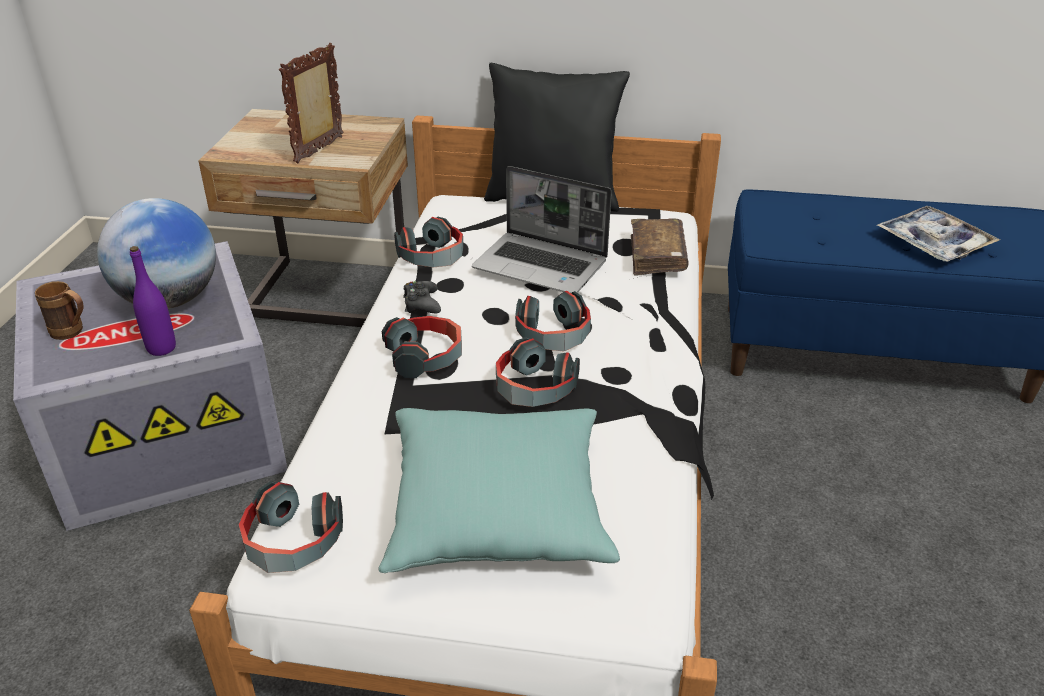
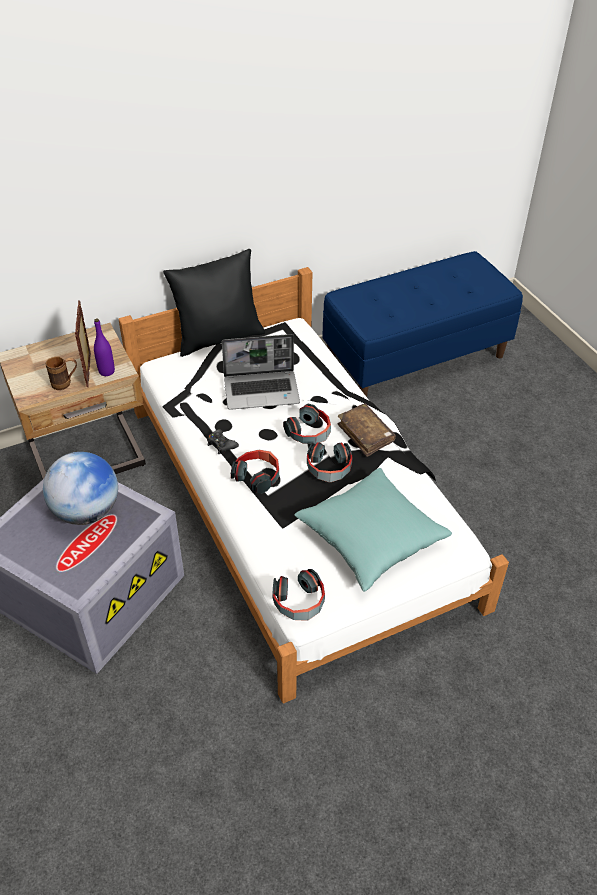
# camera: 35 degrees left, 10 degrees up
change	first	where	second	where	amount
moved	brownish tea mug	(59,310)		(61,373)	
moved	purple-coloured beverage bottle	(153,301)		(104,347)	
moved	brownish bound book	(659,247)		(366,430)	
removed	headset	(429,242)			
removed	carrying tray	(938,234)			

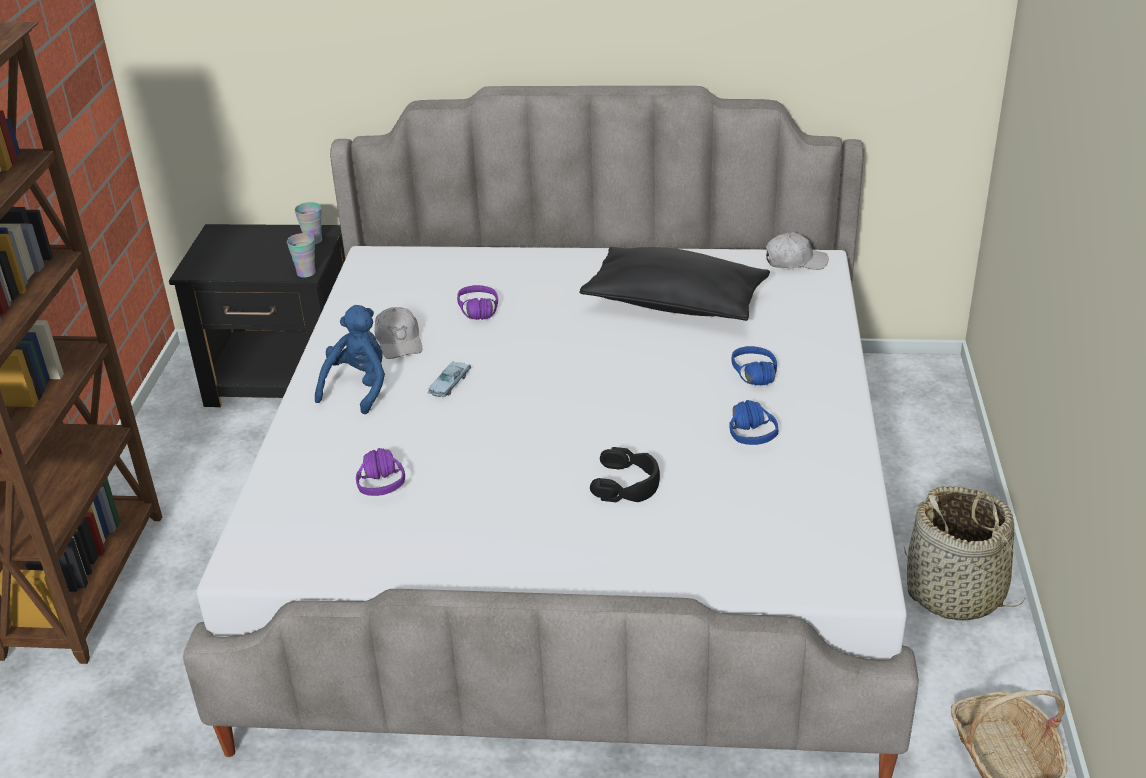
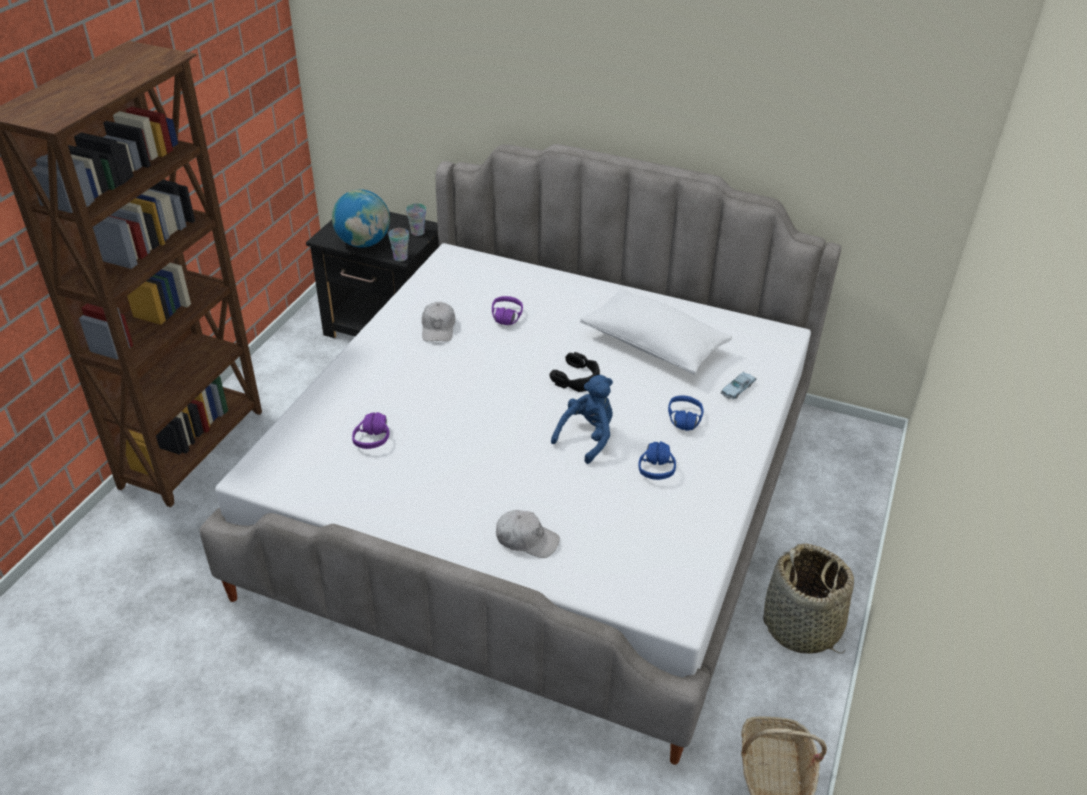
# camera: 15 degrees right, 5 degrees up
change	first	where	second	where	amount
added			world globe	(361,219)	
moved	white cap	(797,251)		(528,534)	
moved	blackish headset	(625,474)		(575,372)	
moved	blue-coloured plush toy	(350,360)		(582,419)	
recoloured	blackish pillow	(674,284)	white pillow	(656,331)	
moved	blue-coloured miniature car	(449,379)		(738,385)	

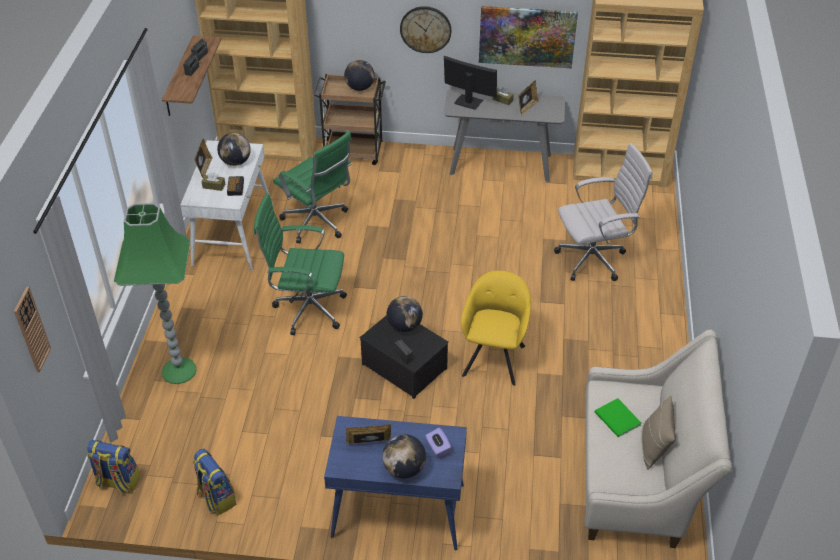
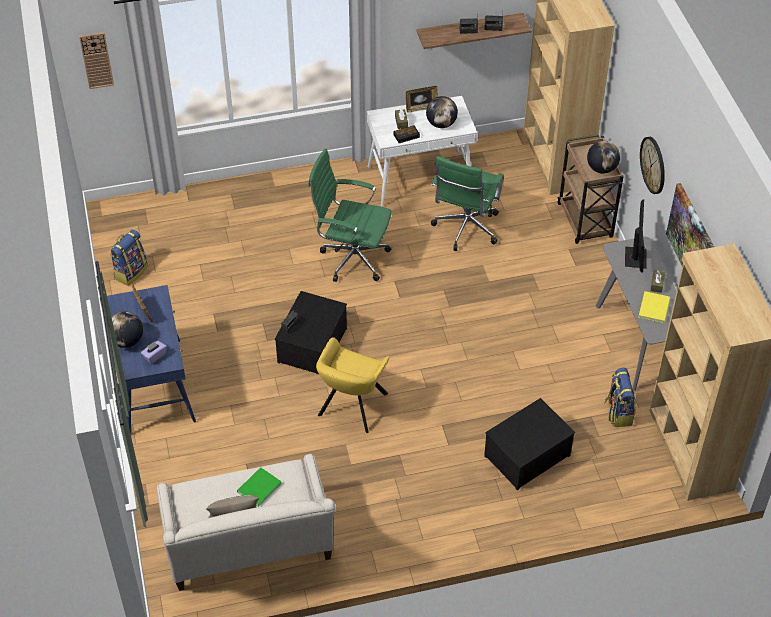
# camera: 70 degrees right, 5 degrees up
change	first	where	second	where	amount
turned	greenish desk chair	(300,264)		(350,215)	60 degrees counterclockwise
turned	yellow easy chair	(496,328)		(353,385)	120 degrees clockwise
replaced	white desk chair	(603,212)	storage container	(529,444)	
moved	knapsack	(114,467)		(620,397)	
replaced	standing frame	(528,98)	yellow bound book	(654,307)	
removed	greenish standing lamp	(155,293)			
removed	world globe	(405,314)			

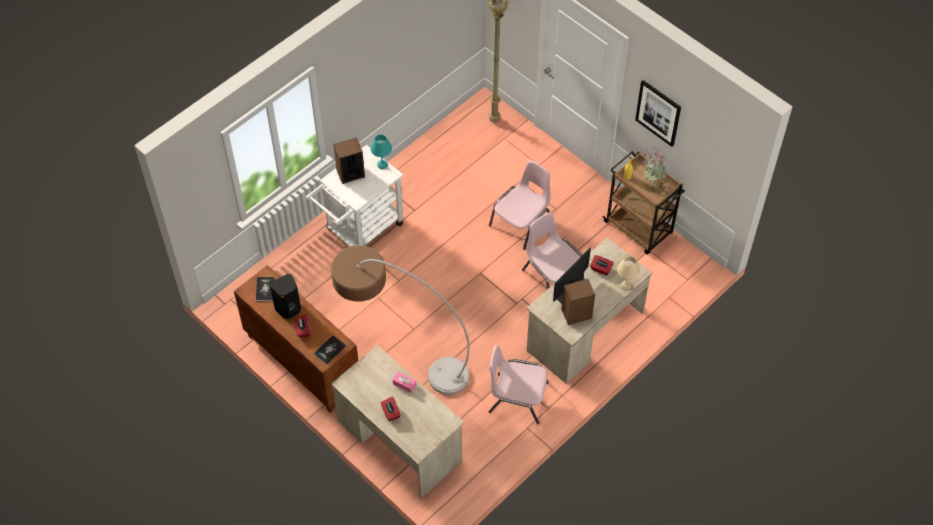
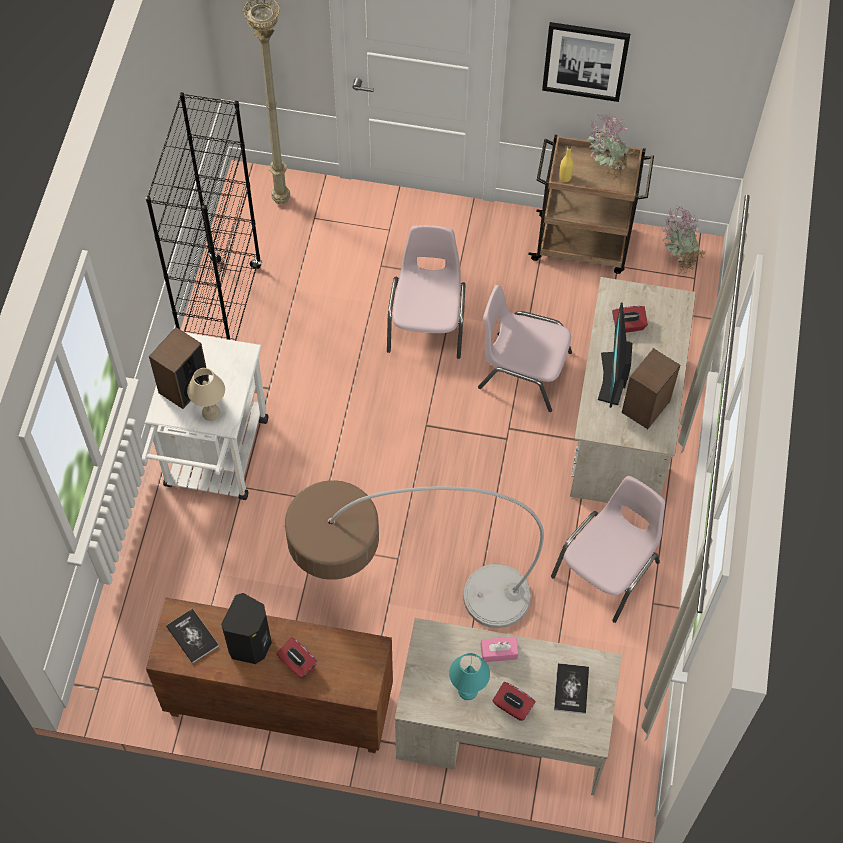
# camera: 35 degrees left, 5 degrees up
change	first	where	second	where	amount
added			blackish bookshelf	(204,216)	
moved	beige-coloured table lamp	(628,273)		(206,394)	
moved	turquoise-coloured table lamp	(381,151)		(469,676)	
turned	pink-coloured upright chair	(519,385)		(608,549)	150 degrees clockwise
moved	bound book	(329,350)		(571,688)	
added			plant in a pot	(684,240)	

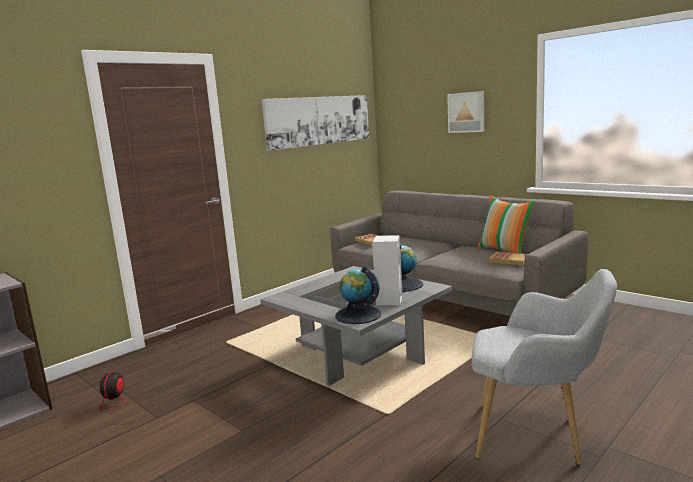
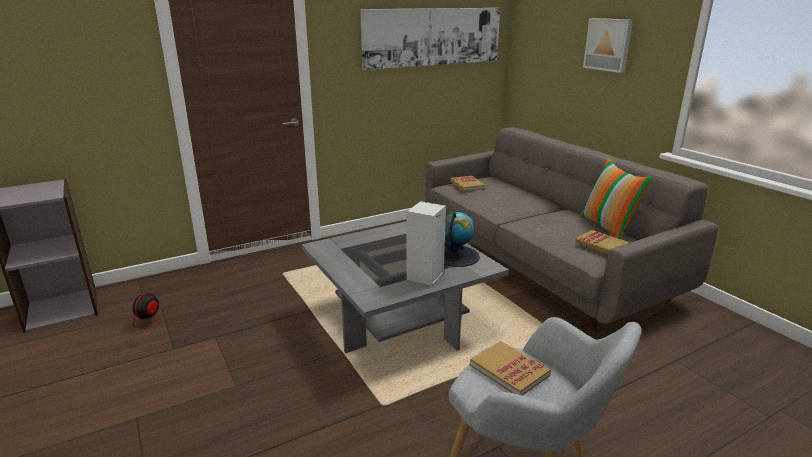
# camera: 15 degrees right, 10 degrees up
change	first	where	second	where	amount
added			bound book	(510,368)	
removed	world globe	(358,295)			

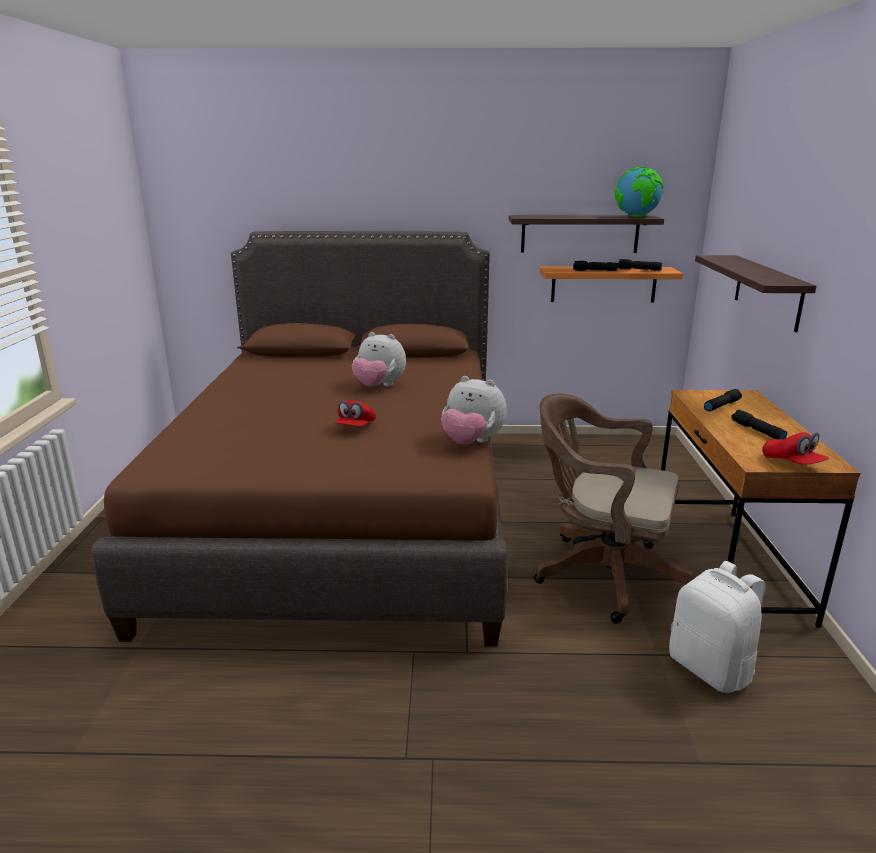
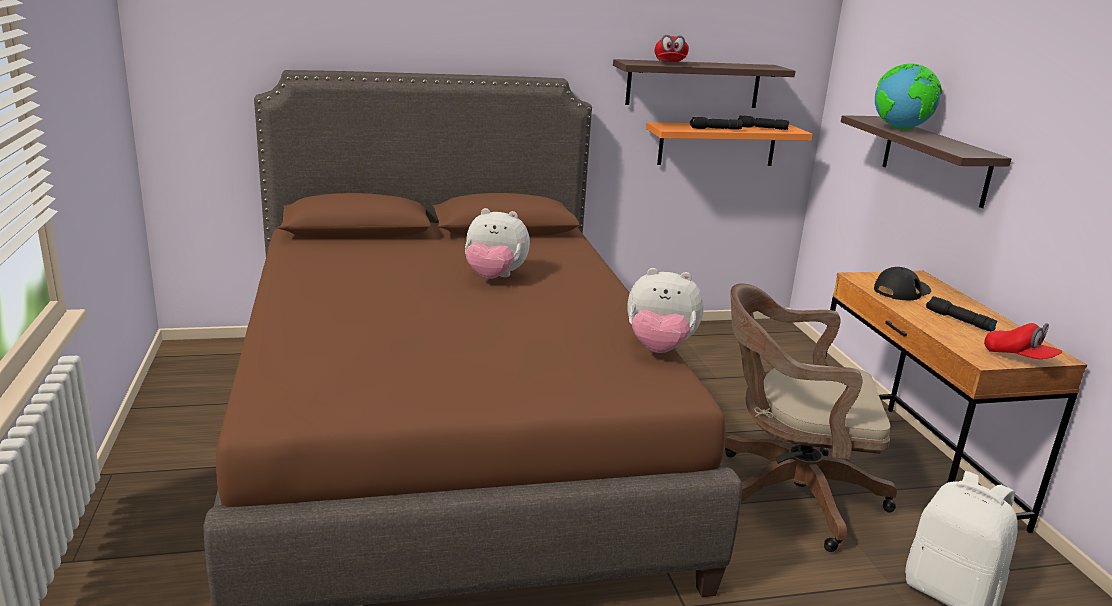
# camera: 15 degrees left, 0 degrees up
change	first	where	second	where	amount
moved	reddish cap	(355,413)		(672,48)	
replaced	blackish torch	(723,400)	blackish cap	(902,283)	
moved	world globe	(639,192)		(908,97)	

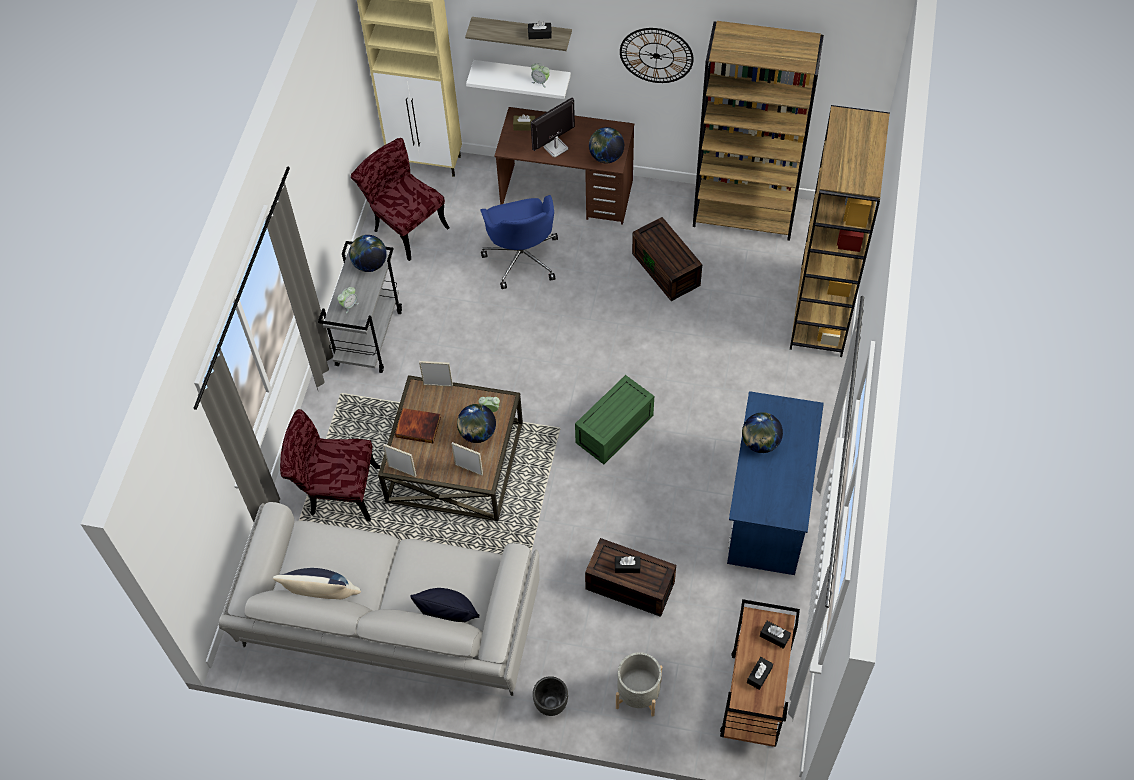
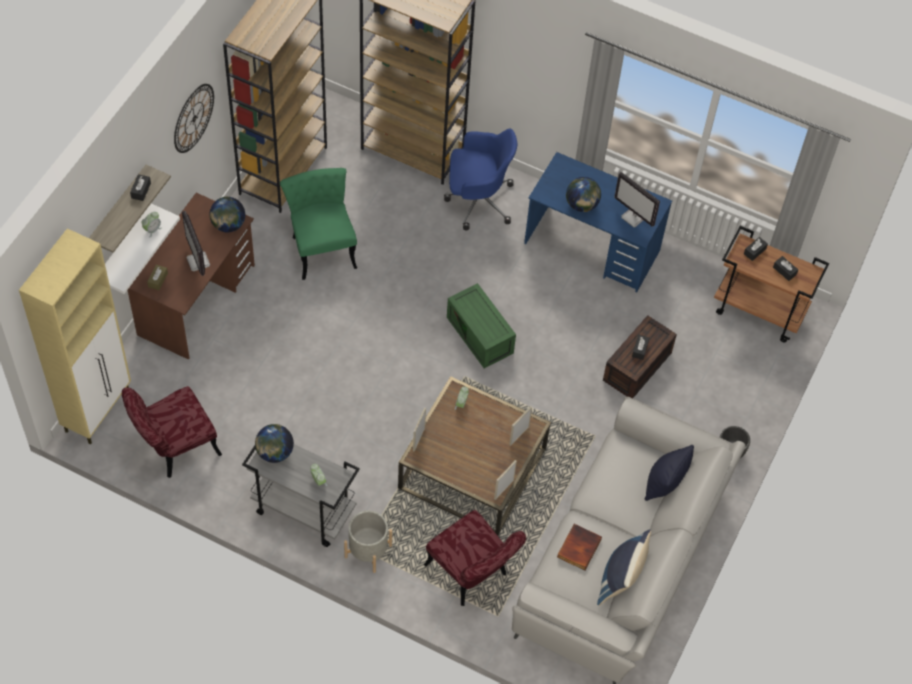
# camera: 80 degrees left, 0 degrees up
change	first	where	second	where	amount
replaced	brownish storage container	(667,259)	greenish upright chair	(318,224)	
moved	grey flower pot	(639,684)		(368,542)	
turned	reddish upright chair	(330,465)		(475,558)	60 degrees counterclockwise
moved	blue-coloured desk chair	(519,242)		(480,179)	
moved	bound book	(418,425)		(579,547)	
added			computer screen	(637,199)	
removed	world globe	(476,423)			

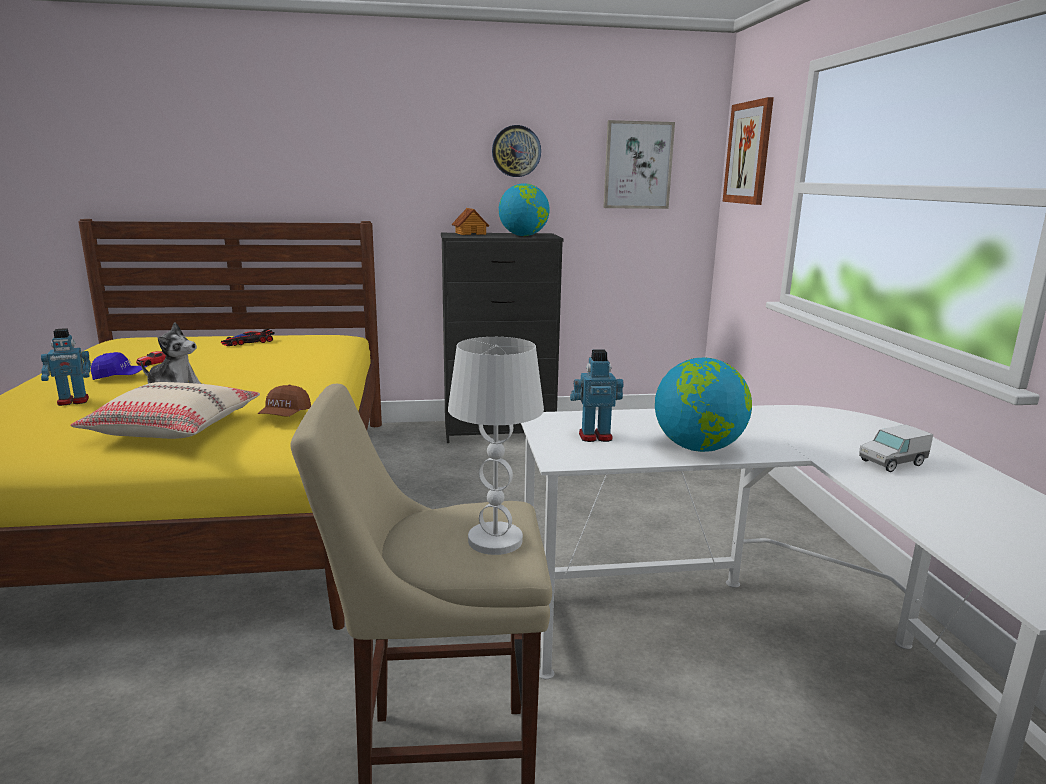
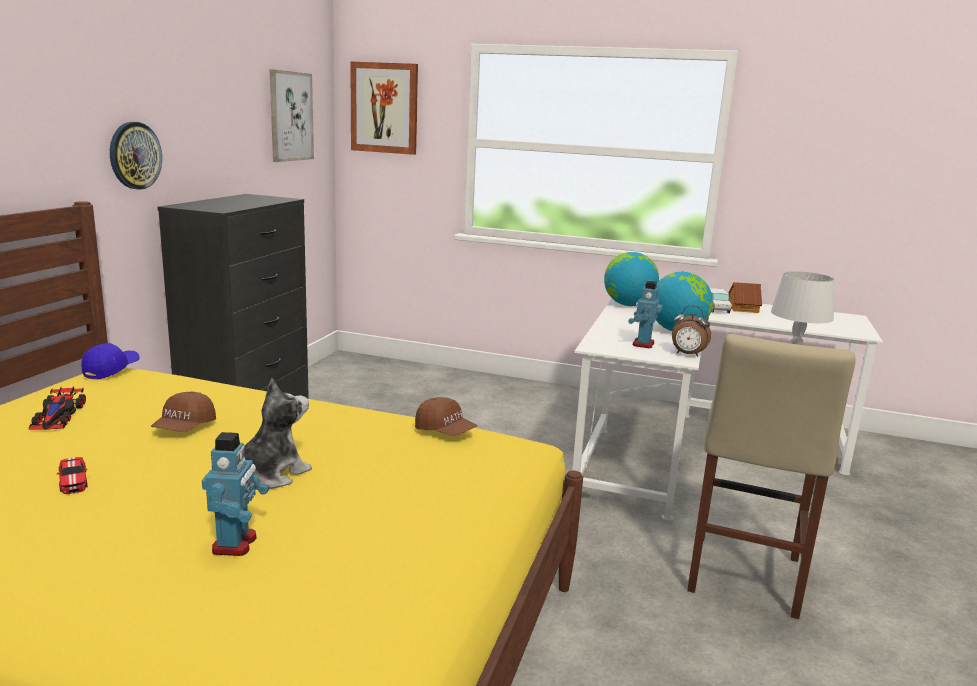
# camera: 65 degrees left, 0 degrees up
change	first	where	second	where	amount
moved	blue-coloured cap	(119,366)		(110,361)	
moved	wall clock	(516,151)		(136,156)	
added			brownish cap	(183,411)	
moved	world globe	(524,209)		(631,279)	
added			table clock	(691,331)	
moved	model house	(470,221)		(745,297)	
removed	beige-coloured pillow	(165,410)			

